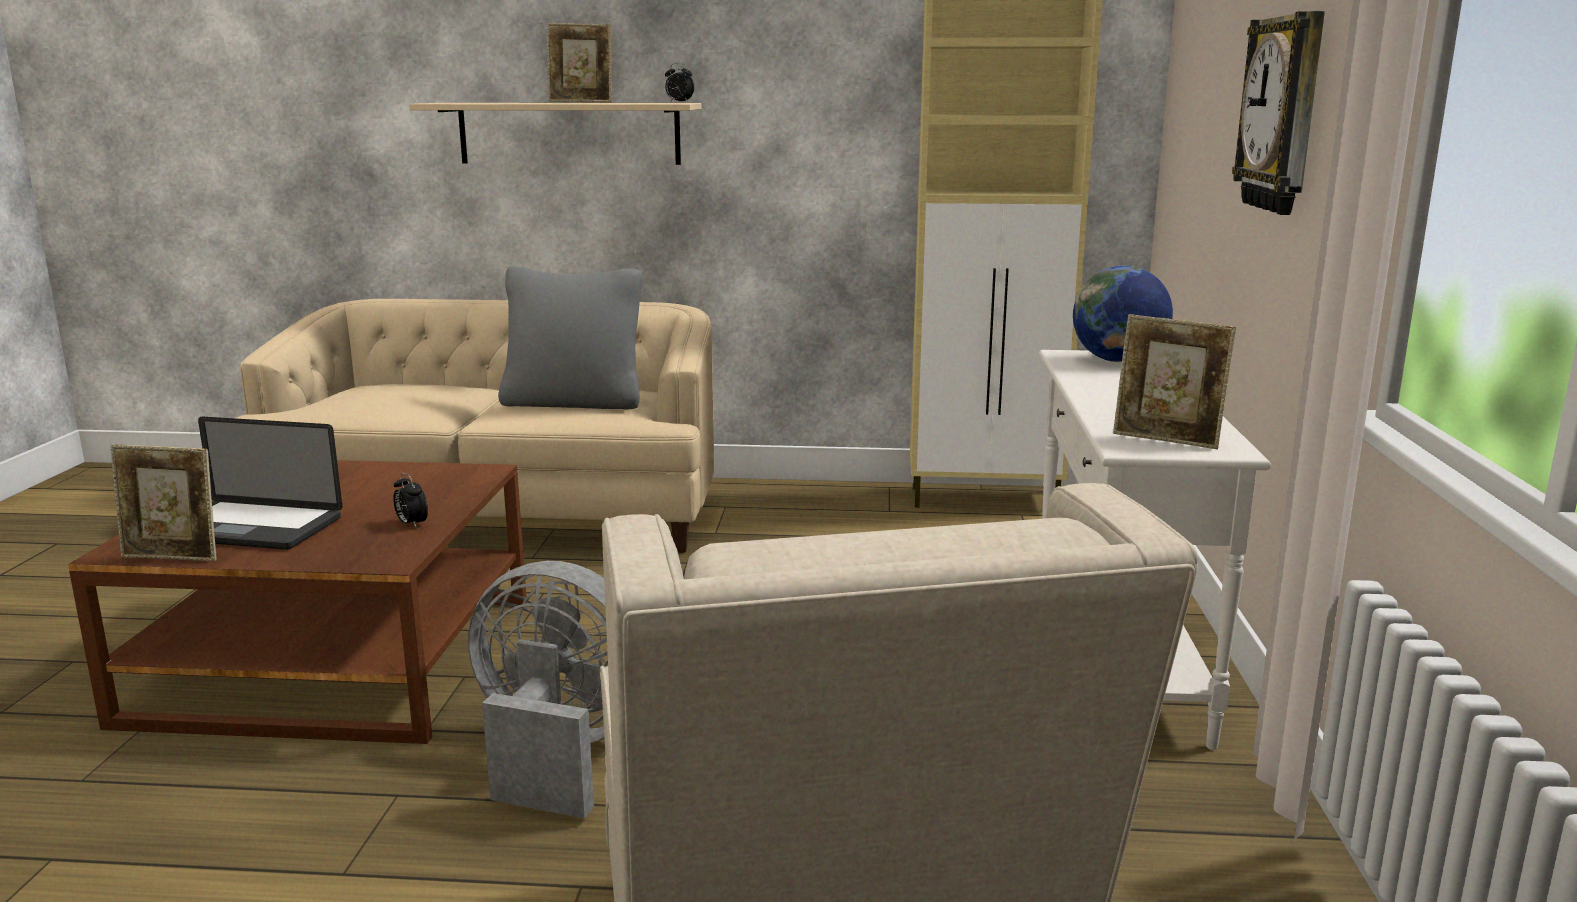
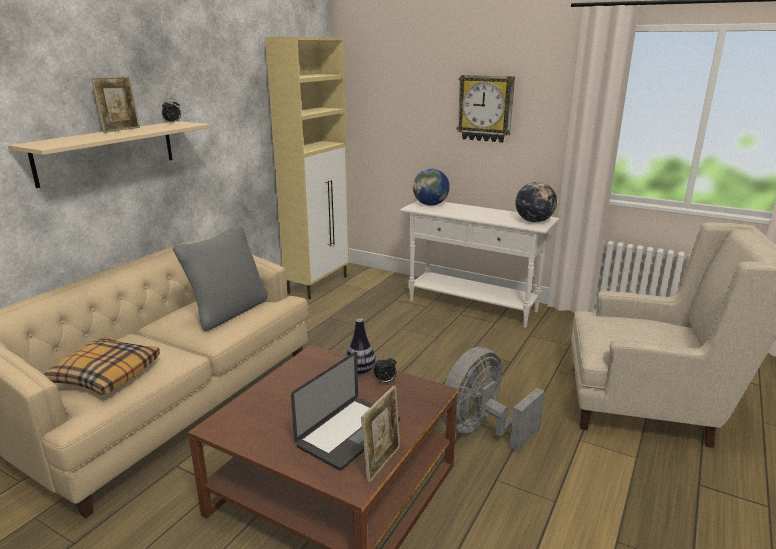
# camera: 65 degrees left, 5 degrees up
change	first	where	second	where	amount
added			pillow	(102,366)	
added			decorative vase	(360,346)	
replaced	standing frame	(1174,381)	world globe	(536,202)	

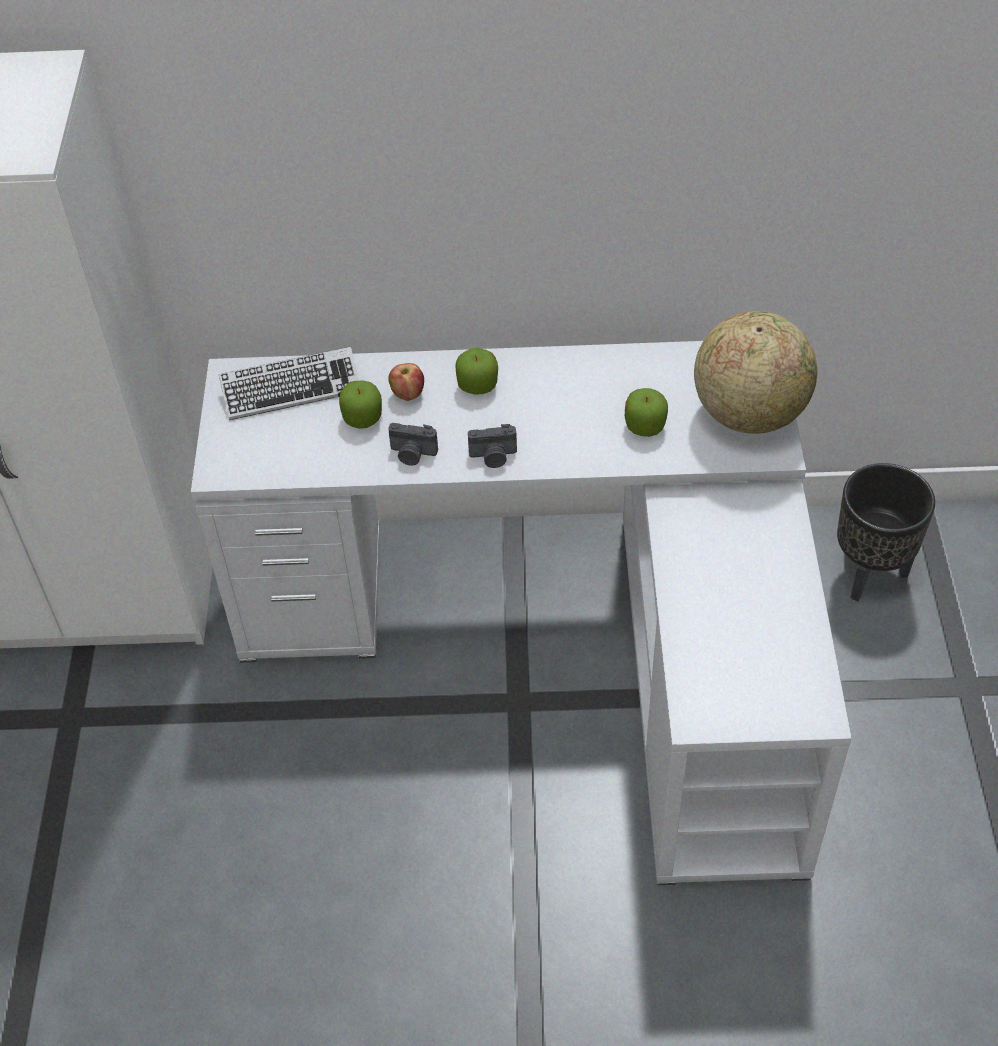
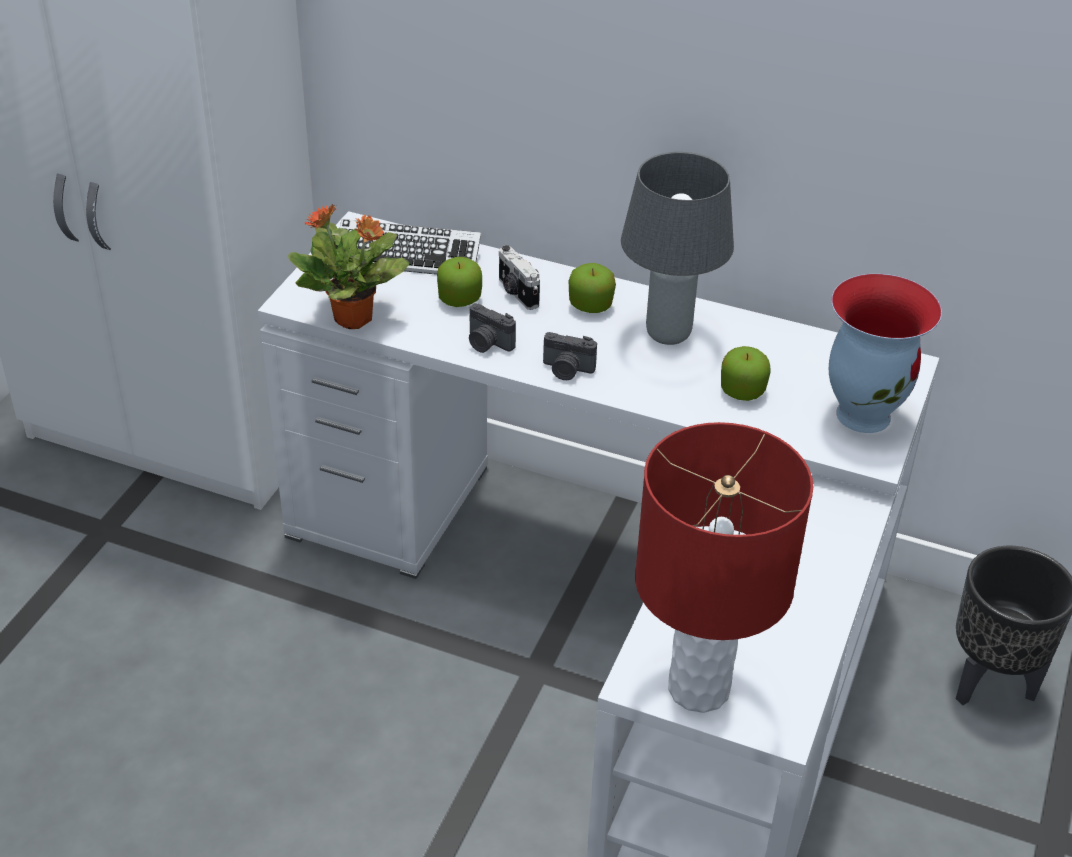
# camera: 20 degrees right, 10 degrees down
change	first	where	second	where	amount
added			plant in a pot	(348,266)	
replaced	apple	(406,382)	still camera	(519,277)	
added			grey table lamp	(677,248)	
added			reddish table lamp	(724,567)	
replaced	world globe	(755,372)	decorative vase	(885,353)	

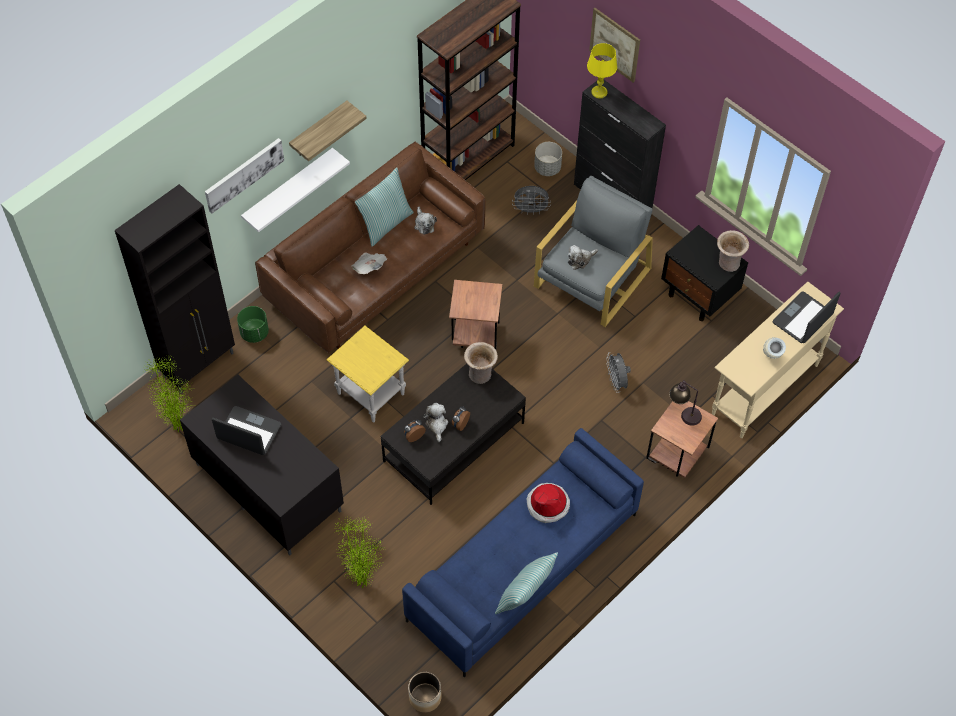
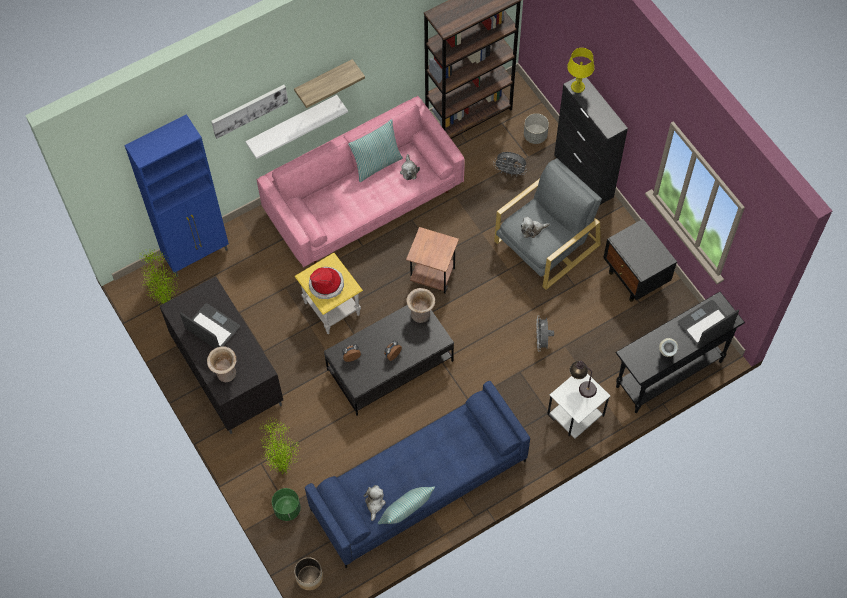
# camera: 15 degrees right, 5 degrees up
change	first	where	second	where	amount
recoloured	blackish storage cabinet	(175,289)	blue-coloured storage cabinet	(176,195)	
moved	beige-coloured decorative vase	(733,251)		(221,364)	
recoloured	brownish settee	(370,247)	pink-coloured settee	(360,181)	
moved	greenish flower pot	(253,324)		(286,504)	
moved	clothing hat	(548,503)		(326,283)	
moved	plush toy	(435,422)		(375,503)	
recoloured	brownish end table	(682,439)	white end table	(578,405)	
recoloured	beige-coloured console table	(778,359)	blackish console table	(680,352)	
removed	printed paper	(369,263)			
removed	wall art	(614,45)			

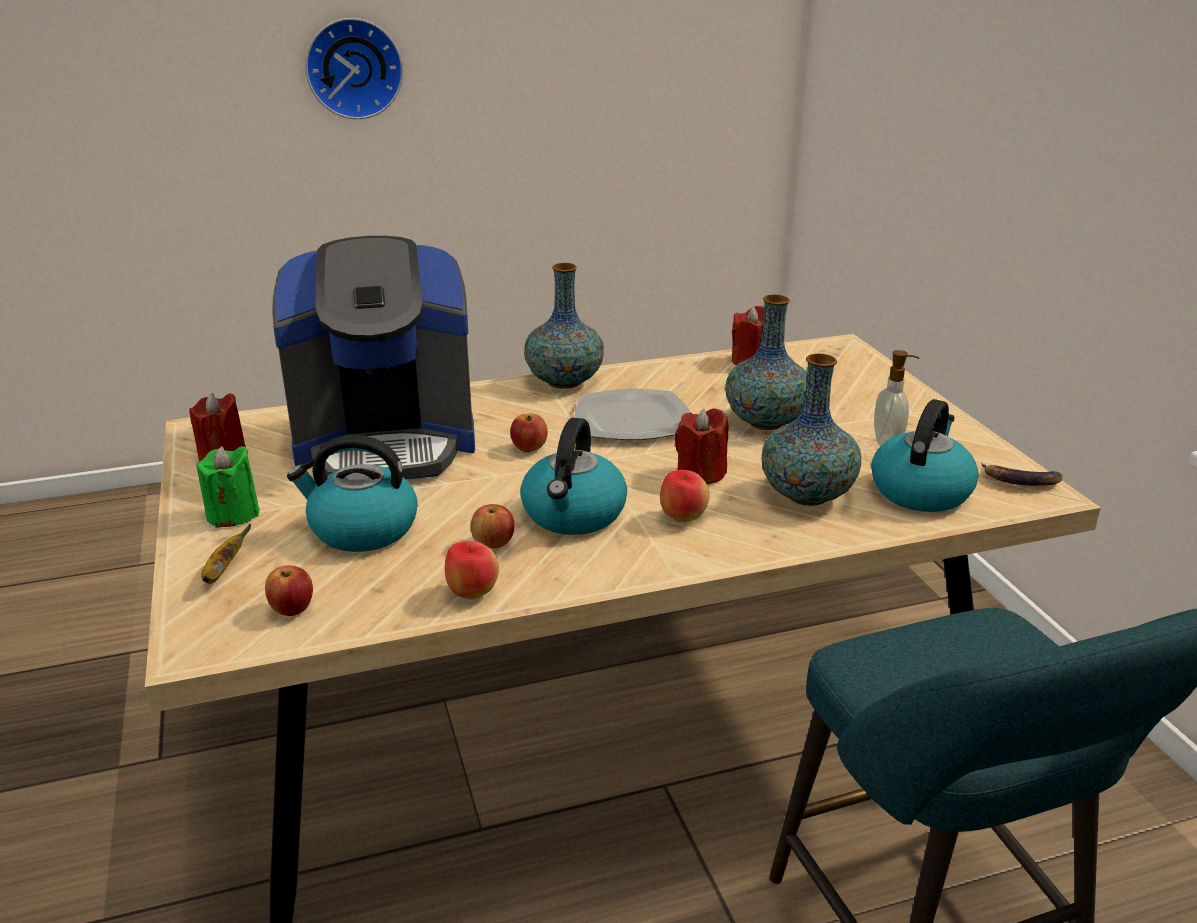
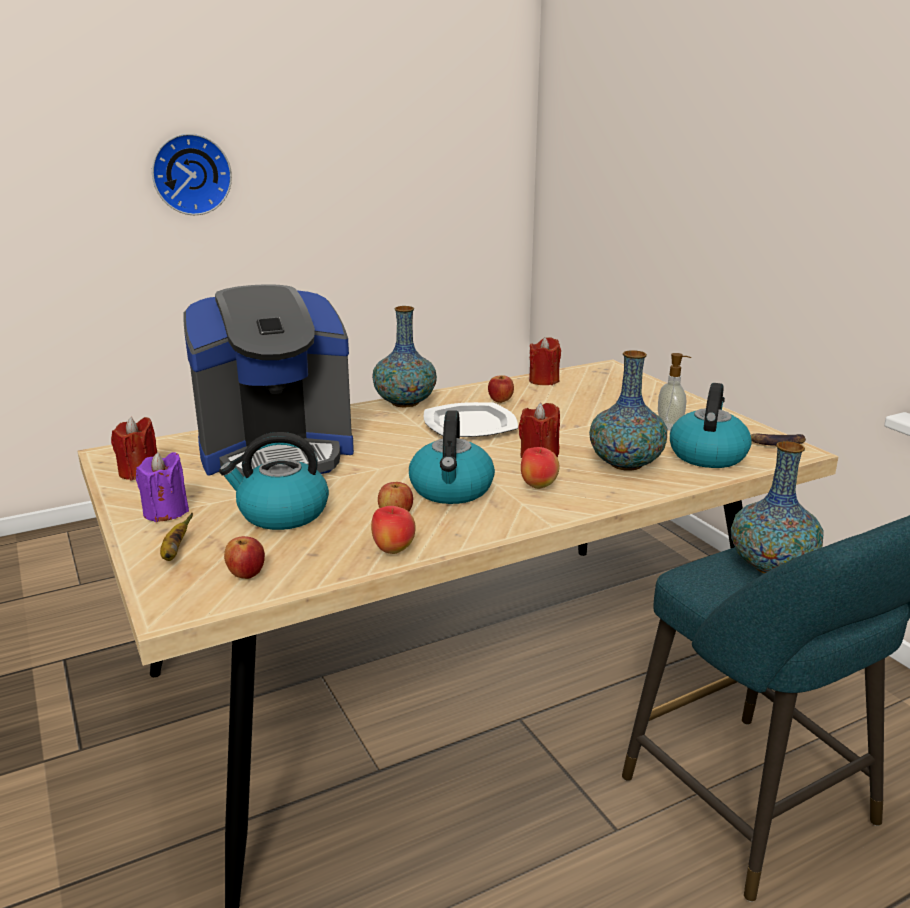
# camera: 10 degrees left, 5 degrees down
change	first	where	second	where	amount
recoloured	greenish candle	(227,487)	purple-coloured candle	(162,487)	
moved	apple	(529,433)		(501,389)	
moved	decorative vase	(766,362)		(777,507)	

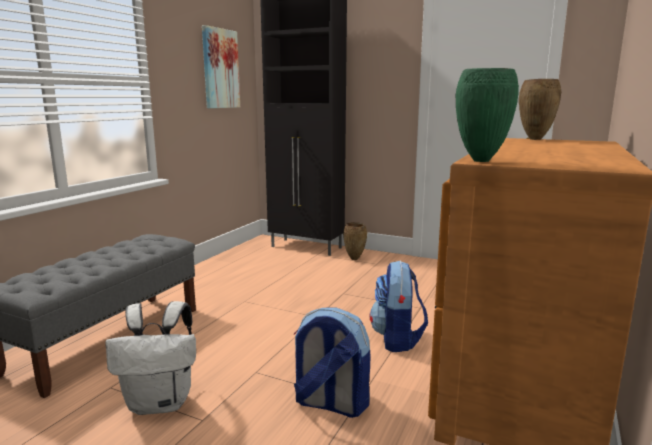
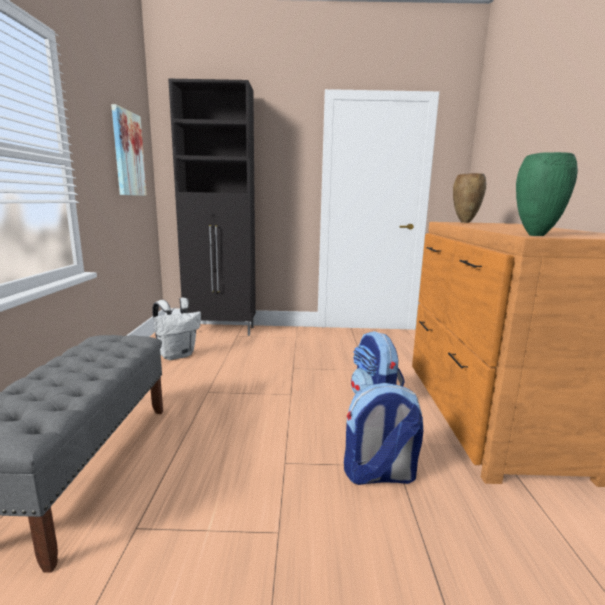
# camera: 25 degrees left, 0 degrees up
change	first	where	second	where	amount
moved	white knapsack	(150,358)		(177,329)	
removed	brownish decorative vase	(355,241)			

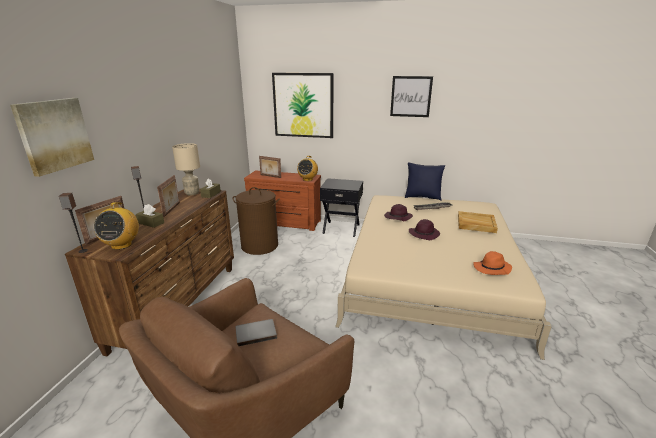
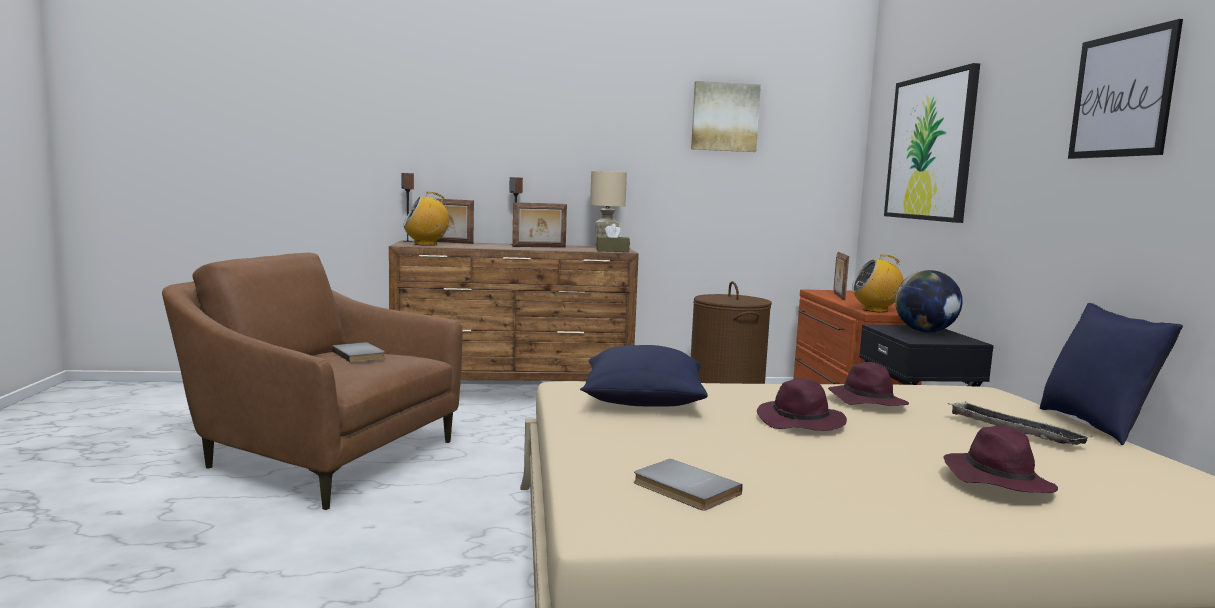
# camera: 70 degrees right, 15 degrees down
change	first	where	second	where	amount
added			blue-coloured pillow	(644,375)	
replaced	orangey clothing hat	(492,263)	grey bound book	(688,485)	
moved	wall art	(52,137)		(726,116)	
added			world globe	(928,301)	
replaced	beige-coloured carrying tray	(478,222)	purple-coloured clothing hat	(1000,459)	
removed	brownish tissue holder	(150,216)			

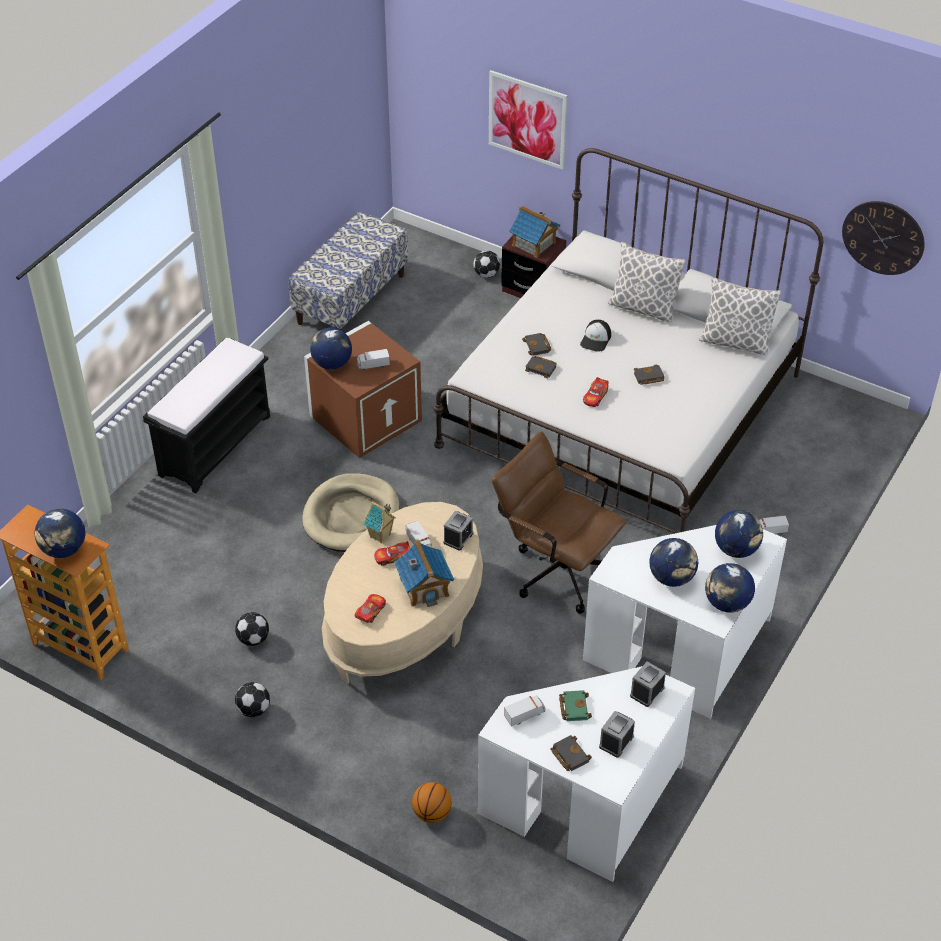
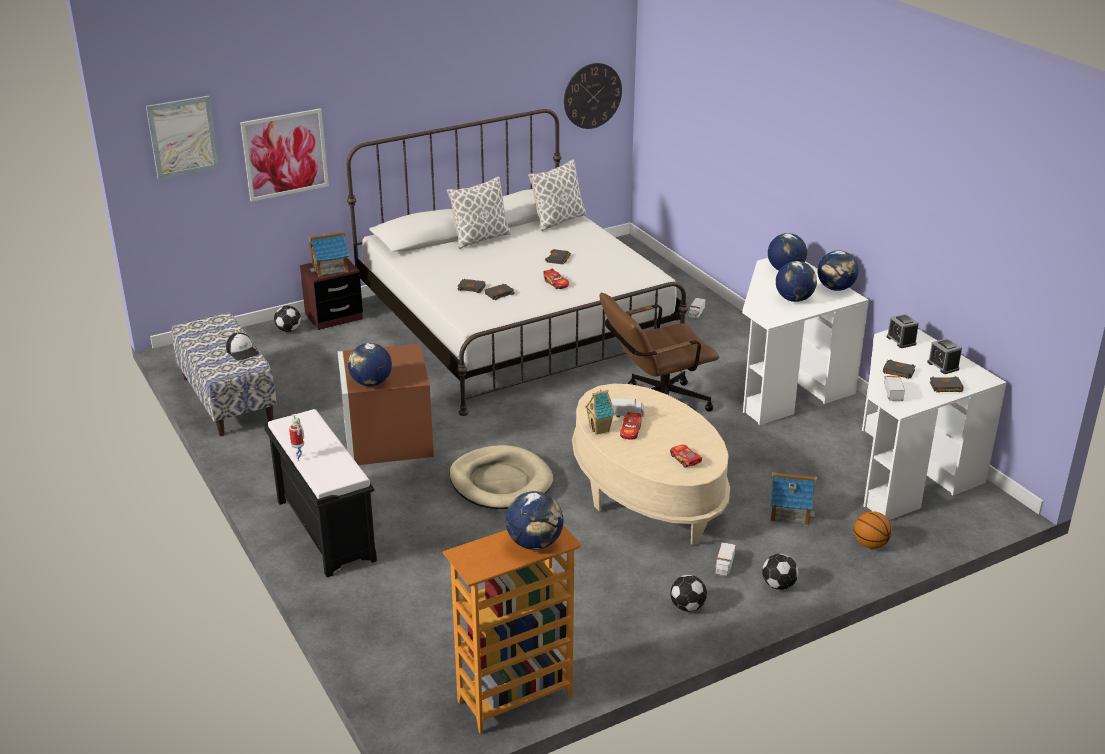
# camera: 60 degrees left, 15 degrees down
change	first	where	second	where	amount
added			wall art	(182,138)	
moved	cap	(595,336)		(242,346)	
added			toy robot	(296,437)	
moved	toy lorry	(373,359)		(725,559)	
moved	football	(252,629)		(780,572)	
moved	model house	(424,573)		(794,499)	
recoloured	greenish bound book	(575,705)	blackish bound book	(899,369)	
removed	table clock	(458,530)			

